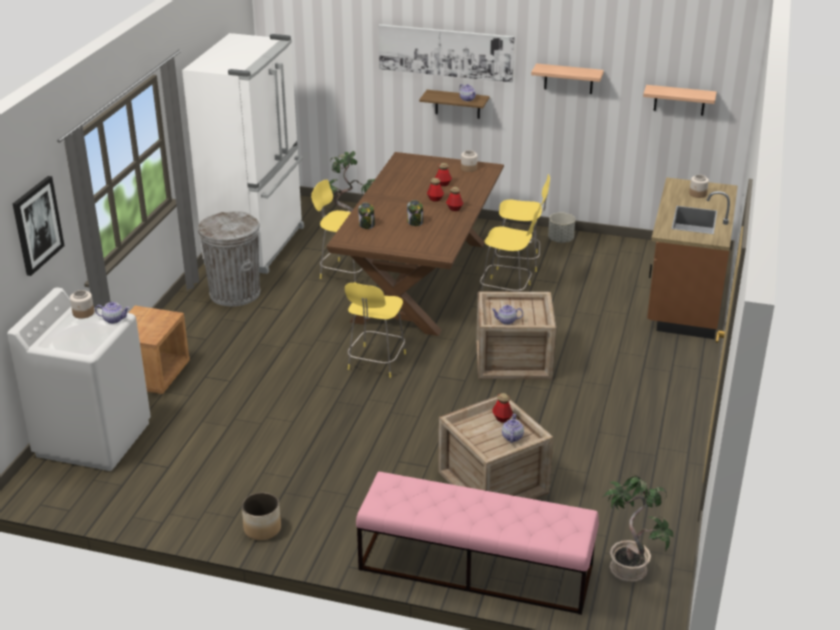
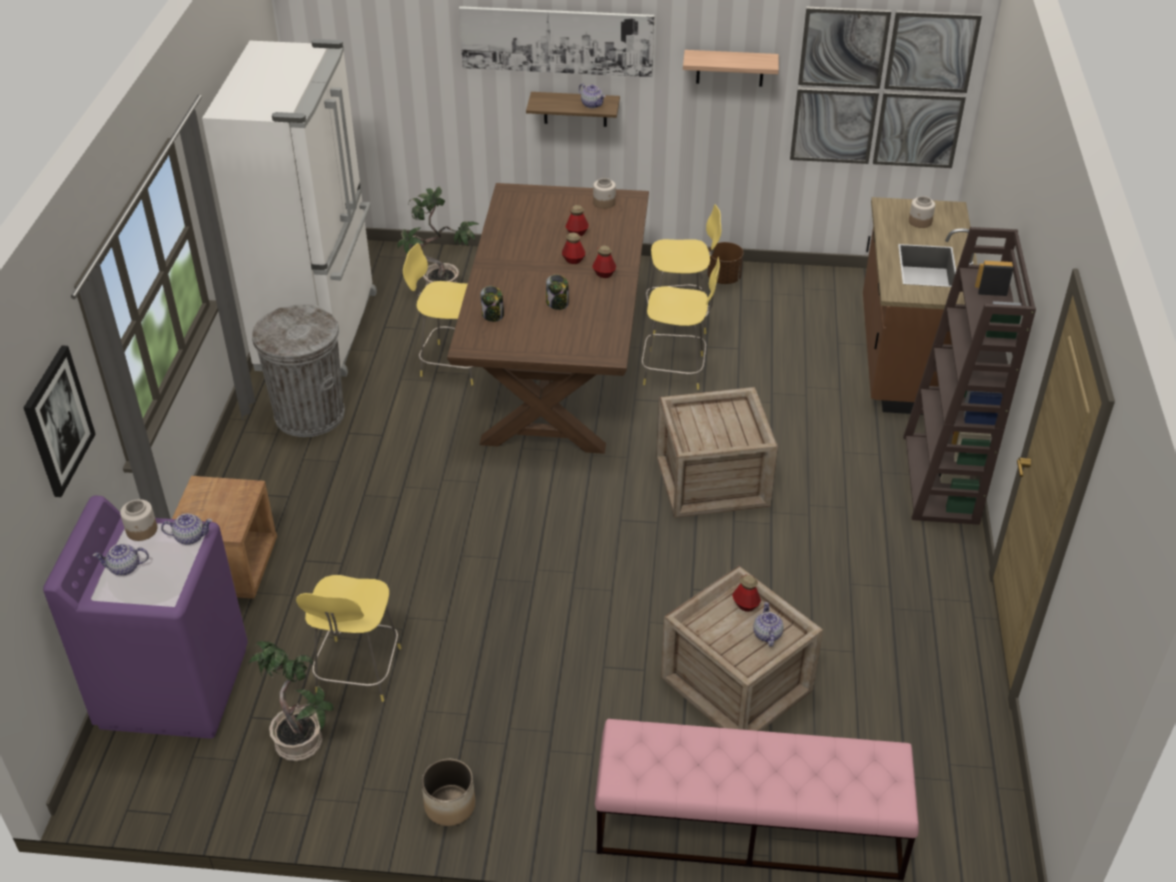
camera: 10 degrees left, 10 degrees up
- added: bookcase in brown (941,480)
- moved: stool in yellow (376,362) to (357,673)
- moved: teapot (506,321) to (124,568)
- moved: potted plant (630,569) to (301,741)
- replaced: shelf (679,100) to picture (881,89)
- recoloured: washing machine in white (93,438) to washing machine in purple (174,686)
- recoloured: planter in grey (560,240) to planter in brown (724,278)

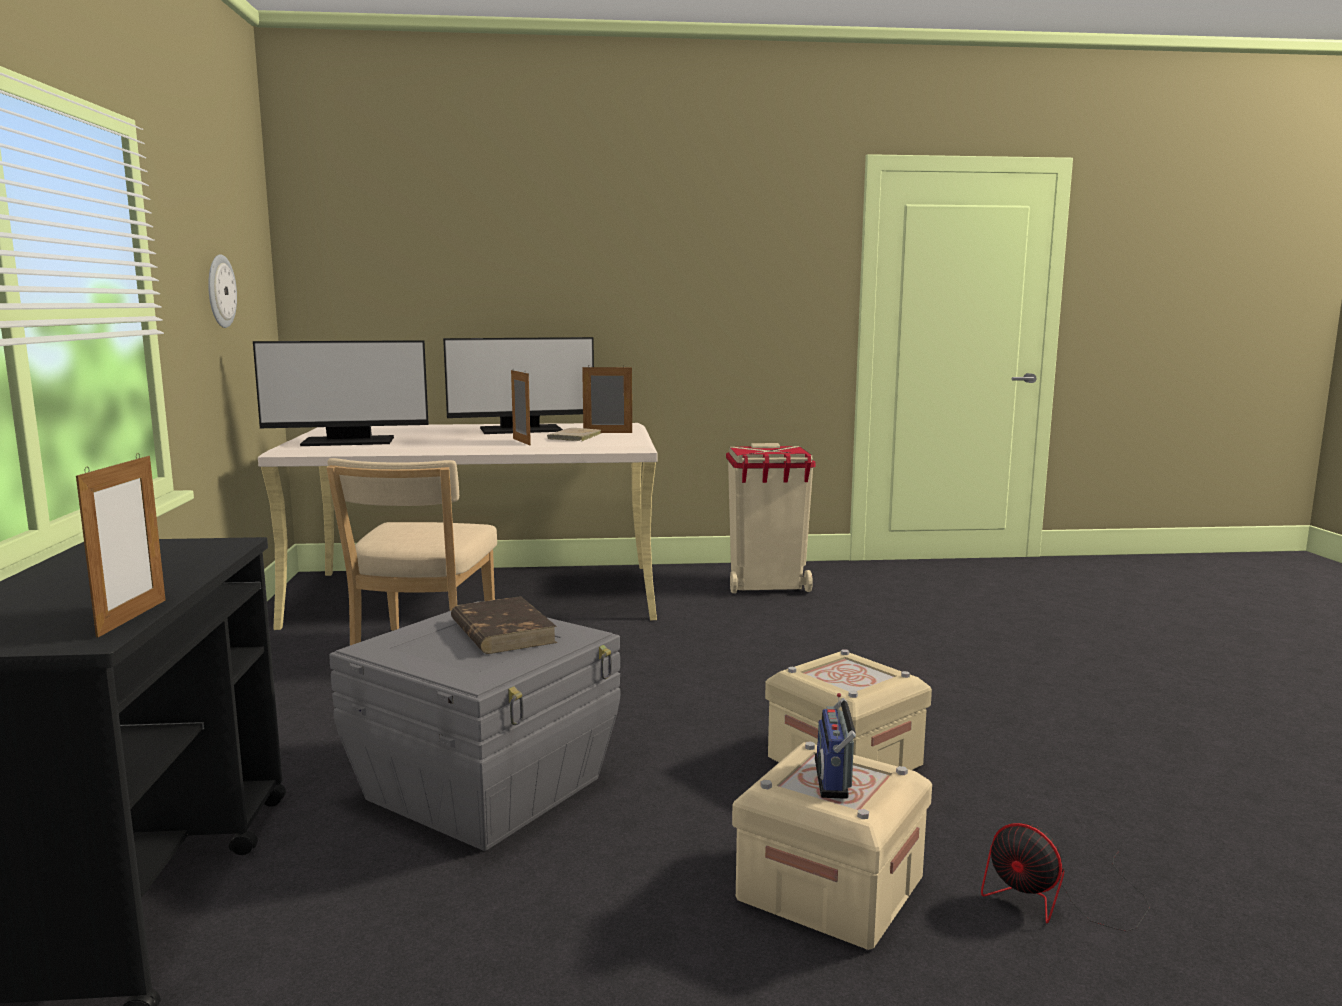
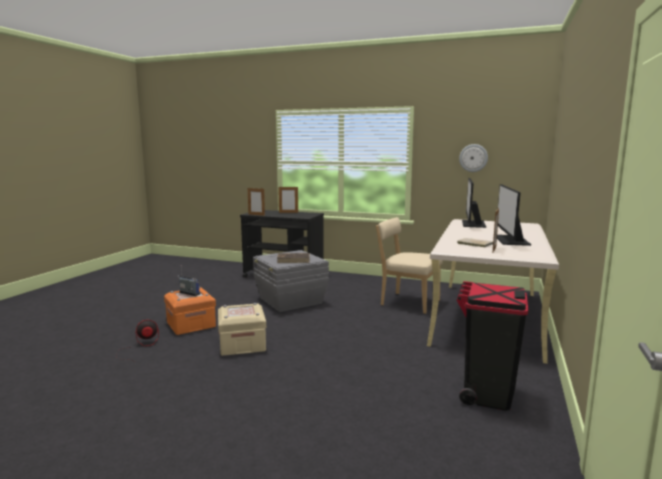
camera: 115 degrees right, 0 degrees up
- moved: picture frame (521,442) to (288,212)
- recoloured: trash can in beige (767,586) to trash can in black (486,393)
- recoloured: storage box in beige (830,889) to storage box in orange (191,324)

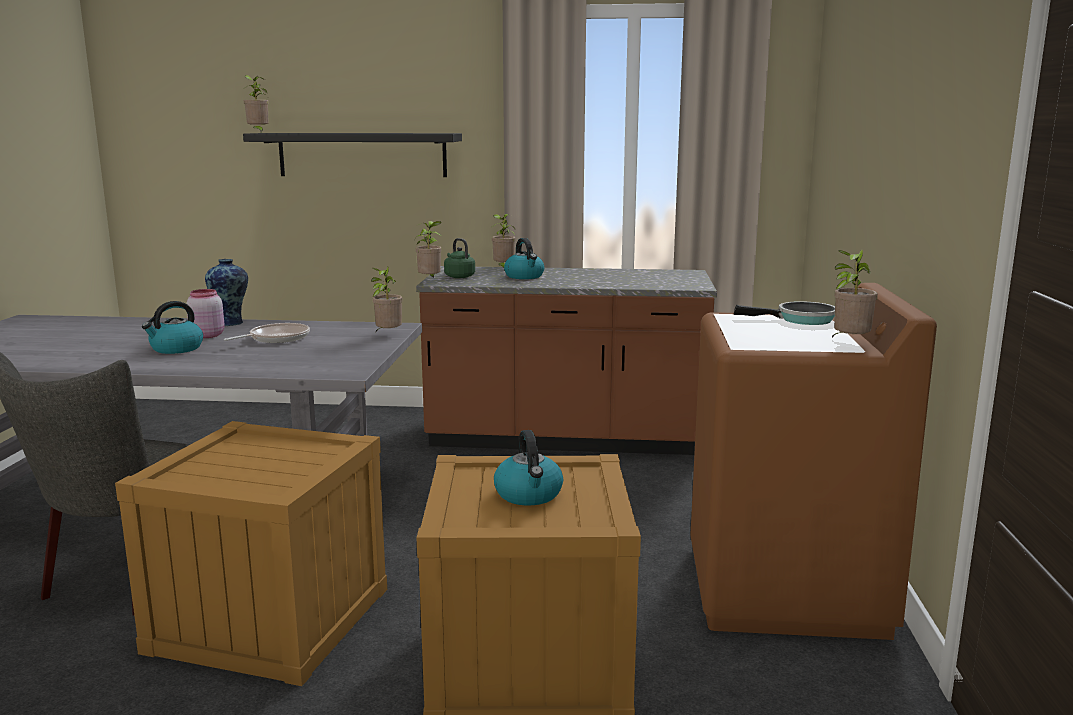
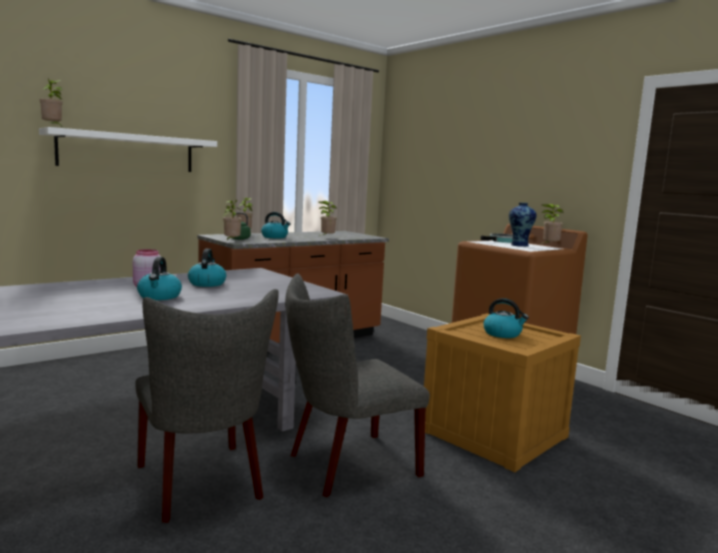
camera: 45 degrees left, 5 degrees down
- moved: vase (231,323) to (519,245)
- moved: potted plant (387,335) to (326,238)
- replaced: crate (270,619) to chair in grey (346,466)
- replaced: frying pan (276,338) to kettle (207,283)
- recoloured: shelf in black (362,154) to shelf in white (127,152)

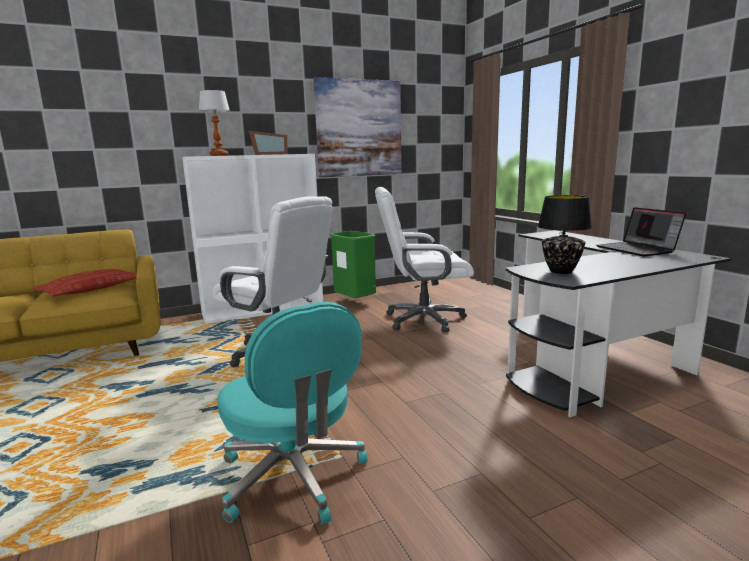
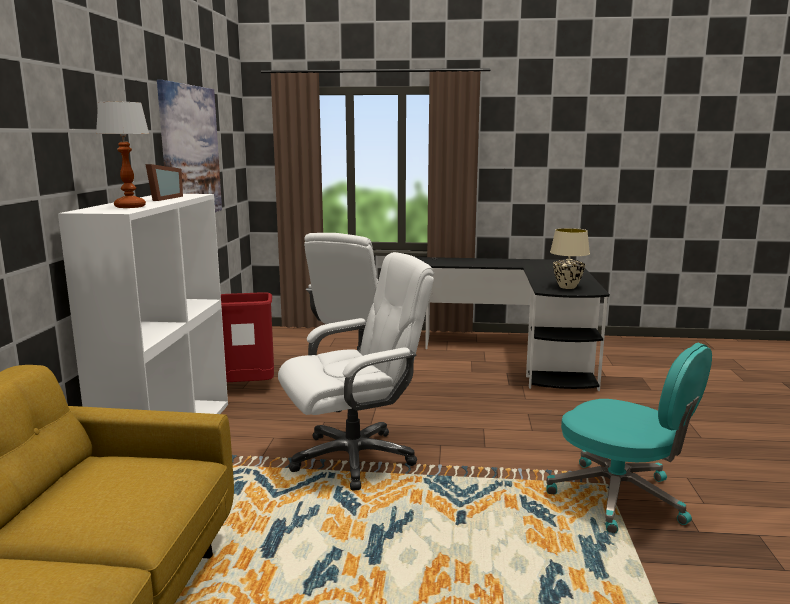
camera: 60 degrees left, 0 degrees up
- removed: pillow (92,289)
- removed: laptop (638,250)
- recoloured: trash can in green (355,302) to trash can in red (247,387)
- recoloured: table lamp in black (560,271) to table lamp in beige (567,287)
- turned: office chair in turquoise (293,478) = (620,498) 45 degrees clockwise

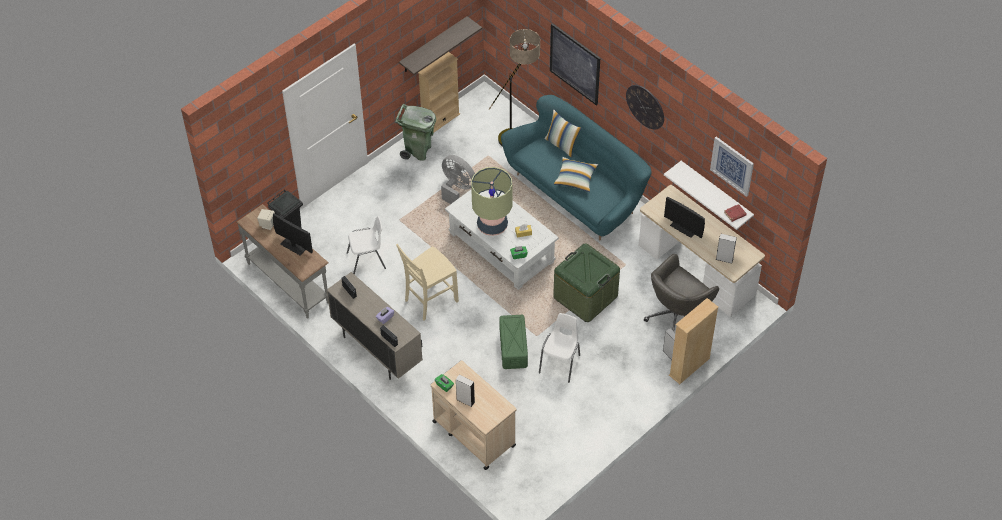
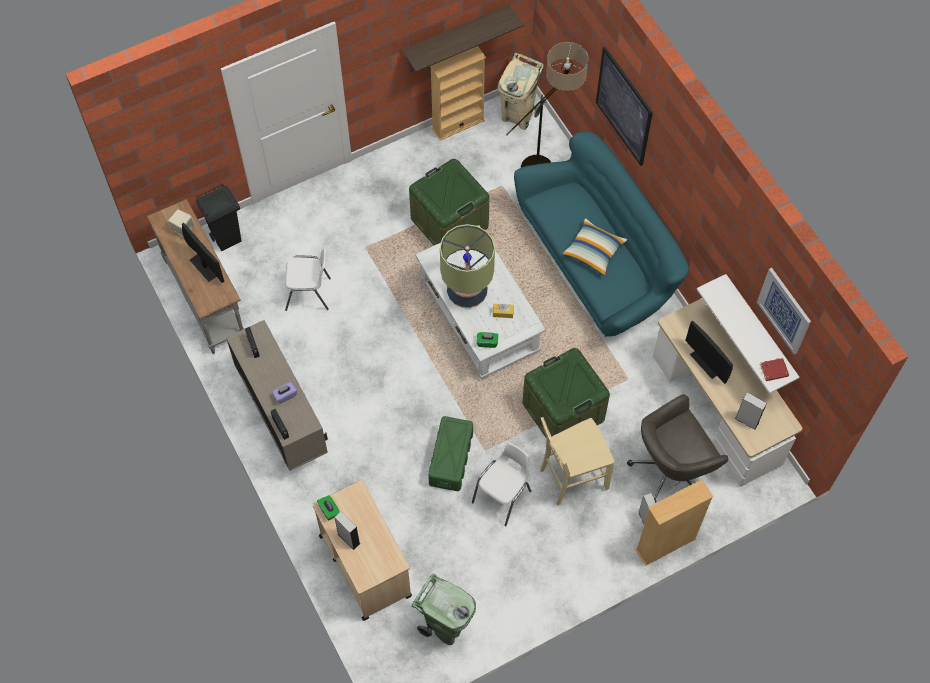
camera: 15 degrees right, 10 degrees up
- removed: pillow (562,145)
- removed: wall clock (645,106)
- added: trash can in beige (518,115)
- moved: trash can in green (418,151) to (446,625)
- moved: chair in beige (429,300) to (571,478)
- replaced: fan in grey (457,189) to storage box in green (449,222)

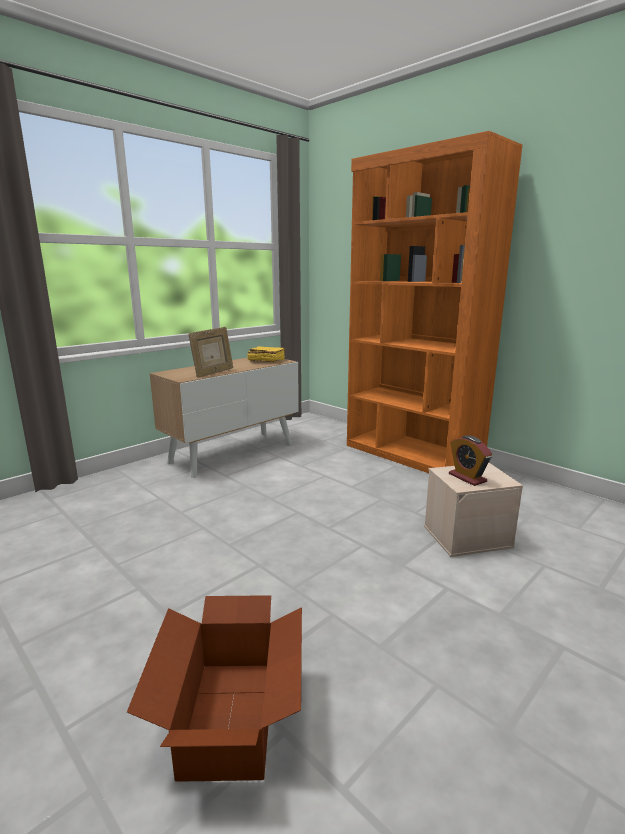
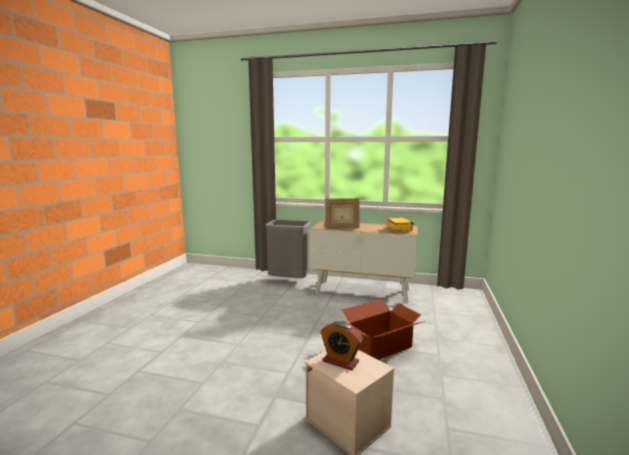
camera: 60 degrees right, 5 degrees down
- removed: bookcase in orange (411,455)
- added: trash can in grey (289,281)
- moved: cardboard box (232,715) to (381,347)
- turned: alarm clock (467,478) = (340,361) 90 degrees counterclockwise

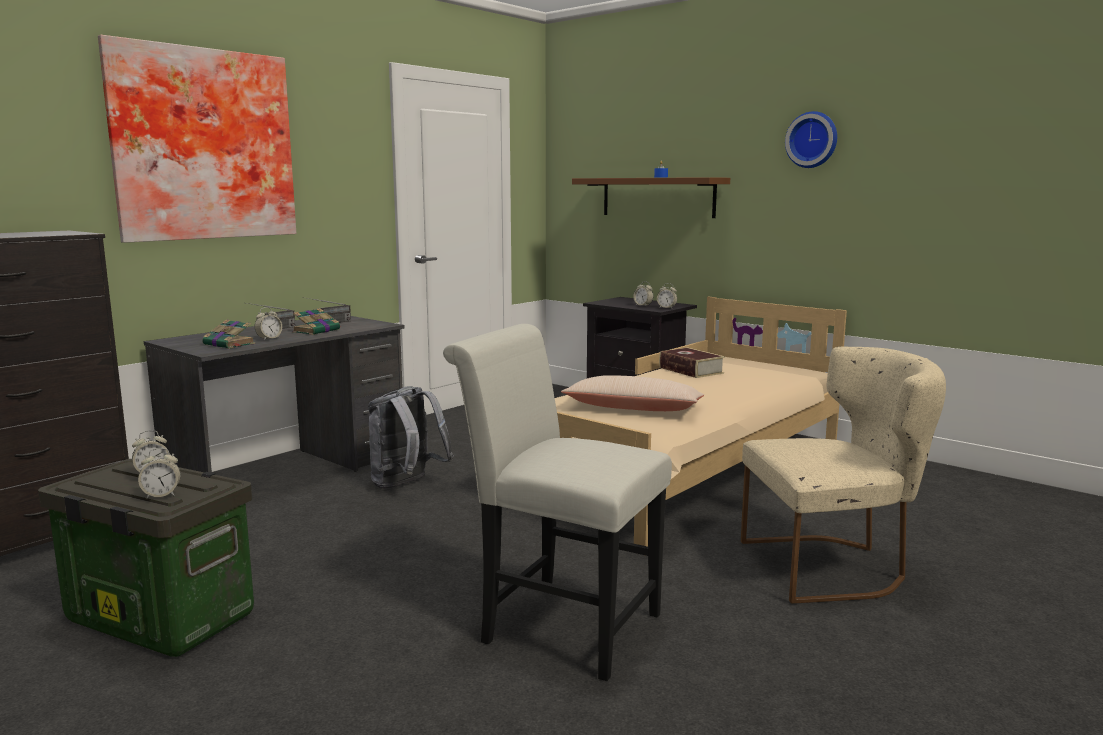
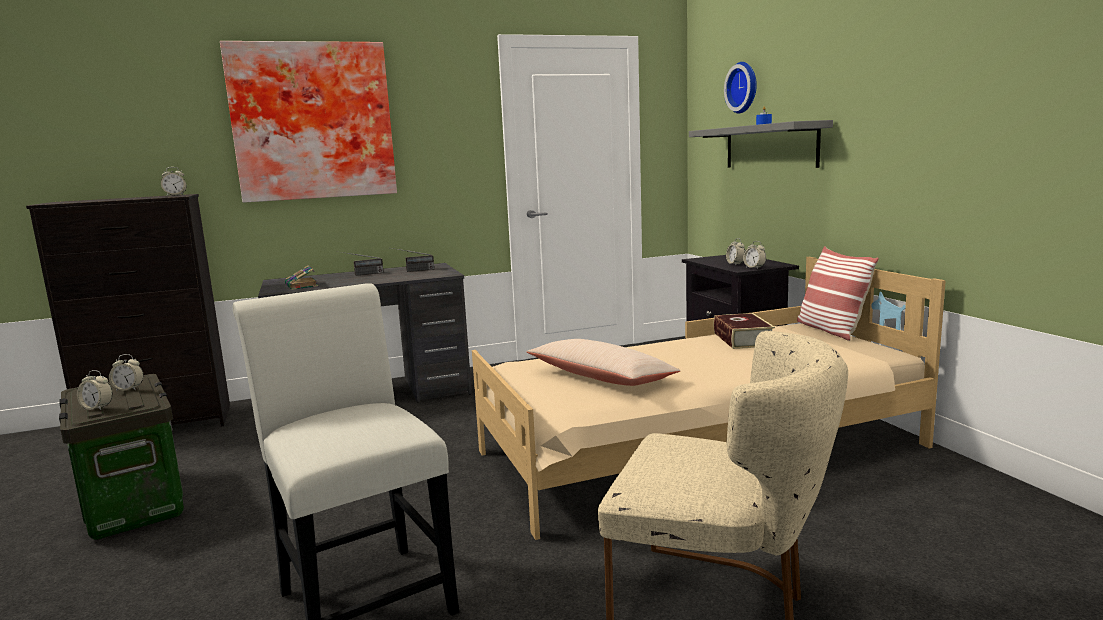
camera: 30 degrees right, 0 degrees up
- removed: book (317,331)
- removed: backpack in grey (407,485)
- added: pillow (830,330)
- moved: alarm clock (269,339) to (175,195)
- moved: wall clock (812,140) to (744,87)
- recoloured: shelf in brown (657,197) to shelf in grey (770,146)

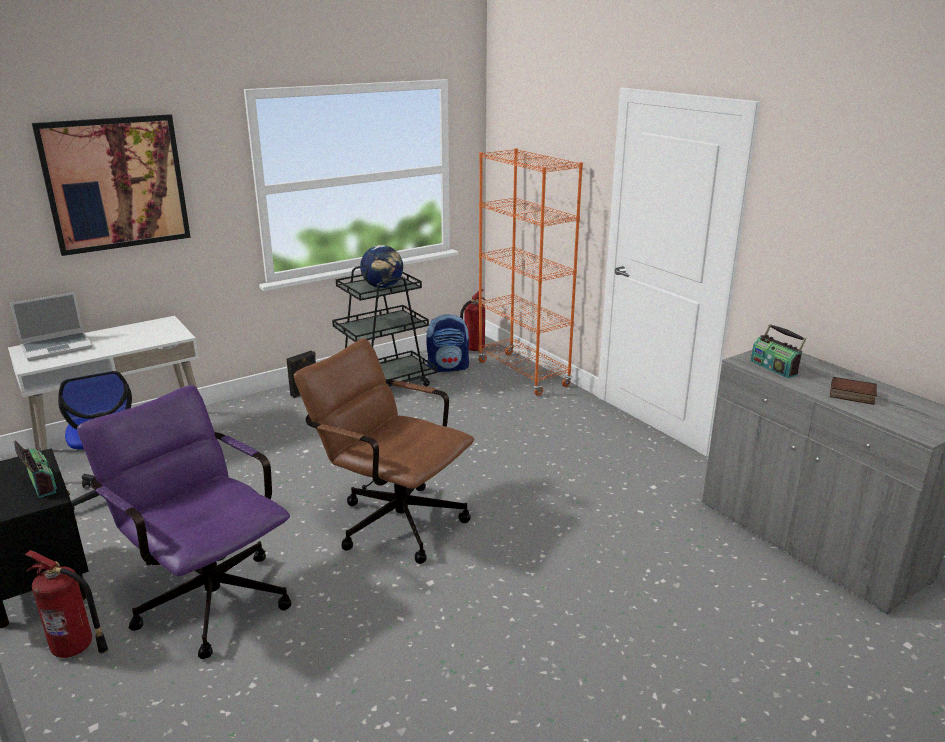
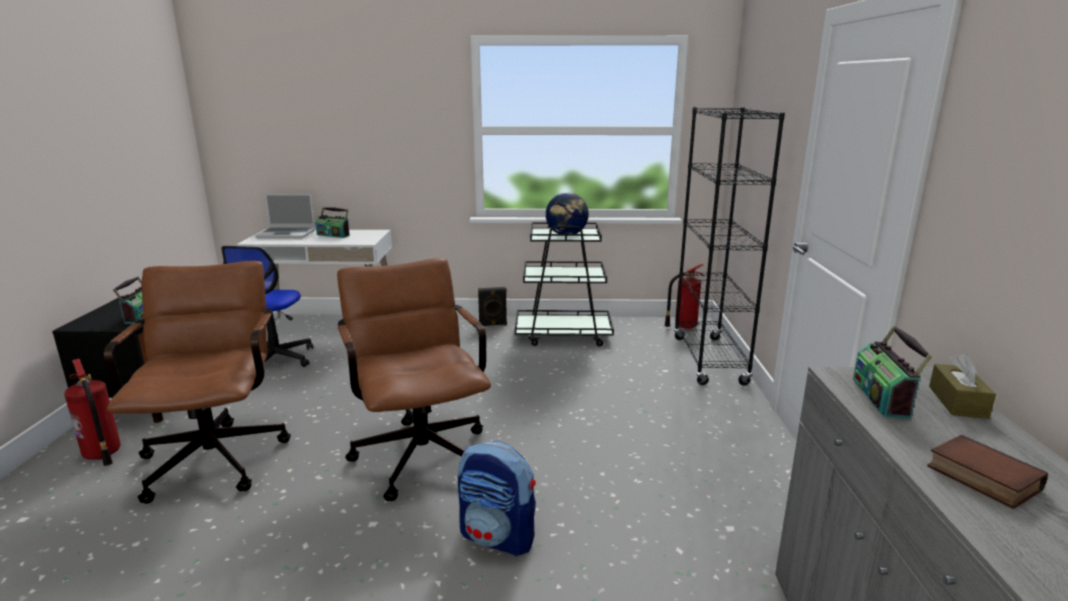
camera: 35 degrees right, 5 degrees down
- removed: picture (116,183)
- added: radio (333,235)
- added: tissue box in brown (957,402)
- moved: backpack (448,367) to (498,537)
- recoloured: office chair in purple (207,595) to office chair in brown (217,454)
- recoloured: bookcase in orange (523,374) to bookcase in black (709,360)

